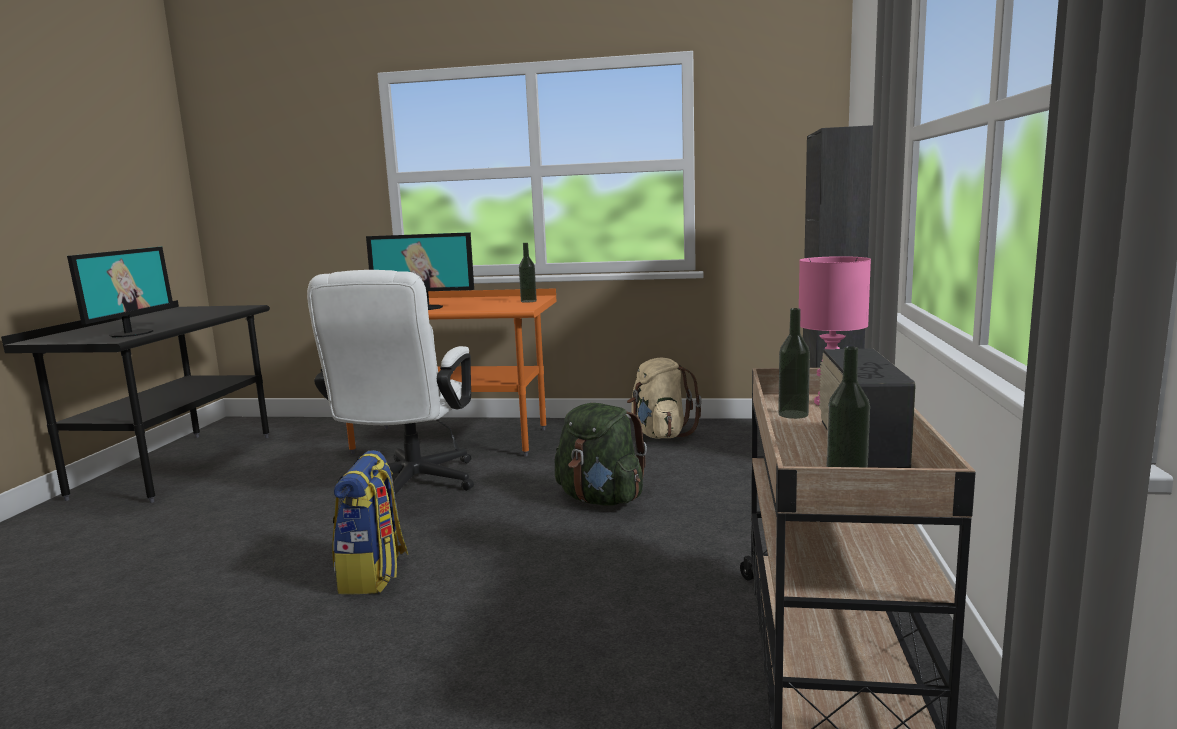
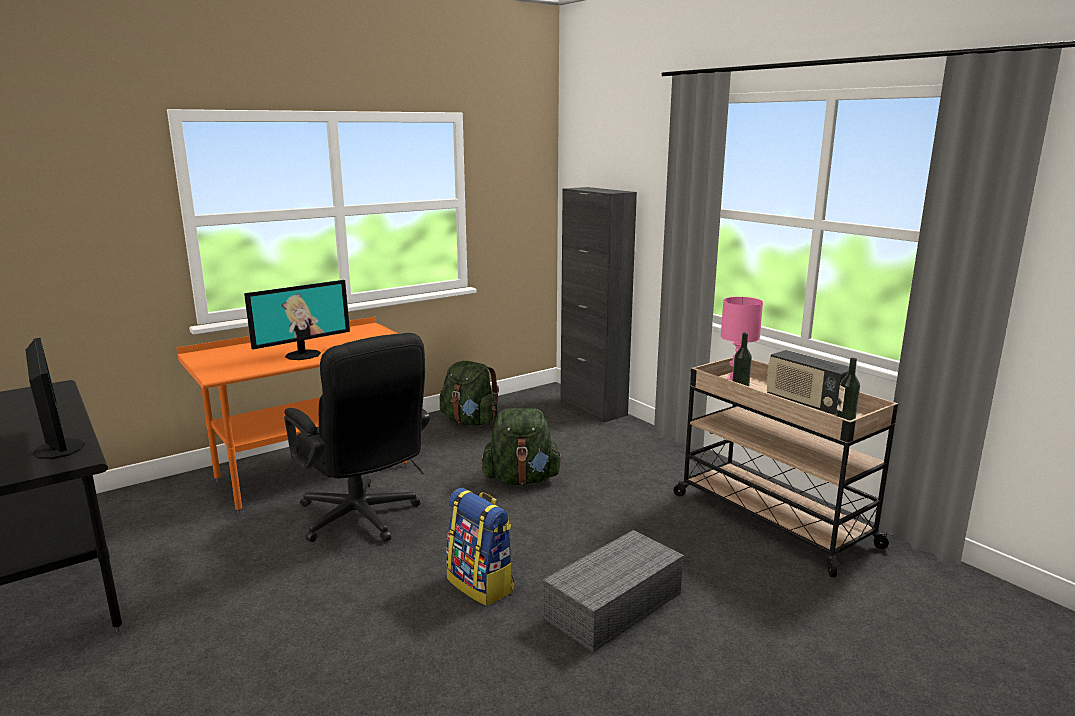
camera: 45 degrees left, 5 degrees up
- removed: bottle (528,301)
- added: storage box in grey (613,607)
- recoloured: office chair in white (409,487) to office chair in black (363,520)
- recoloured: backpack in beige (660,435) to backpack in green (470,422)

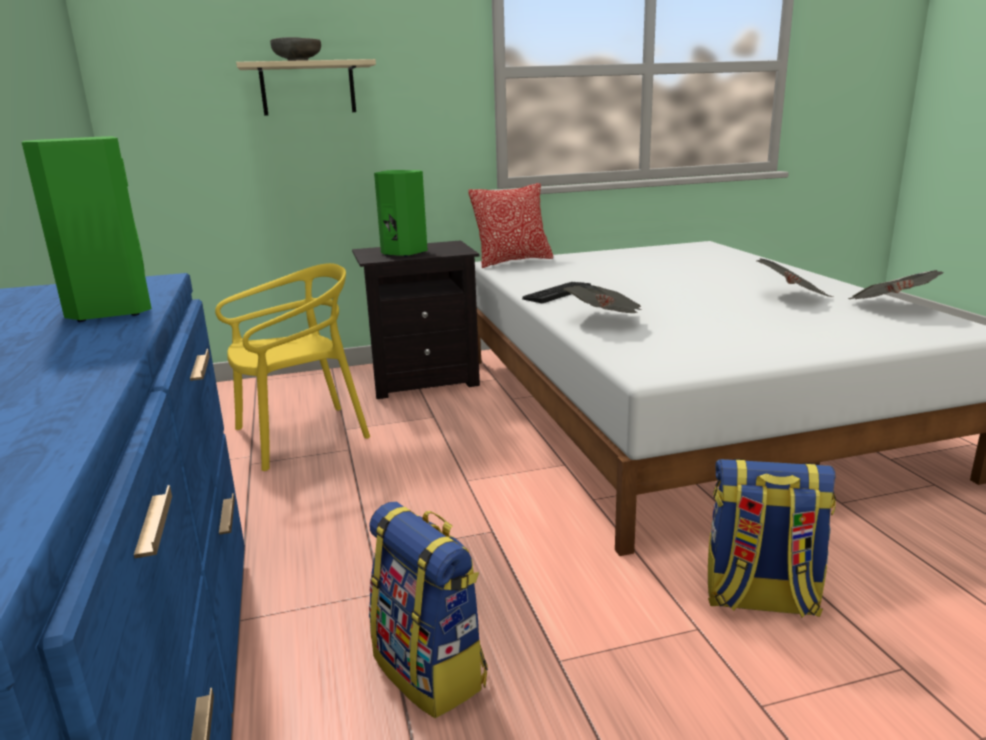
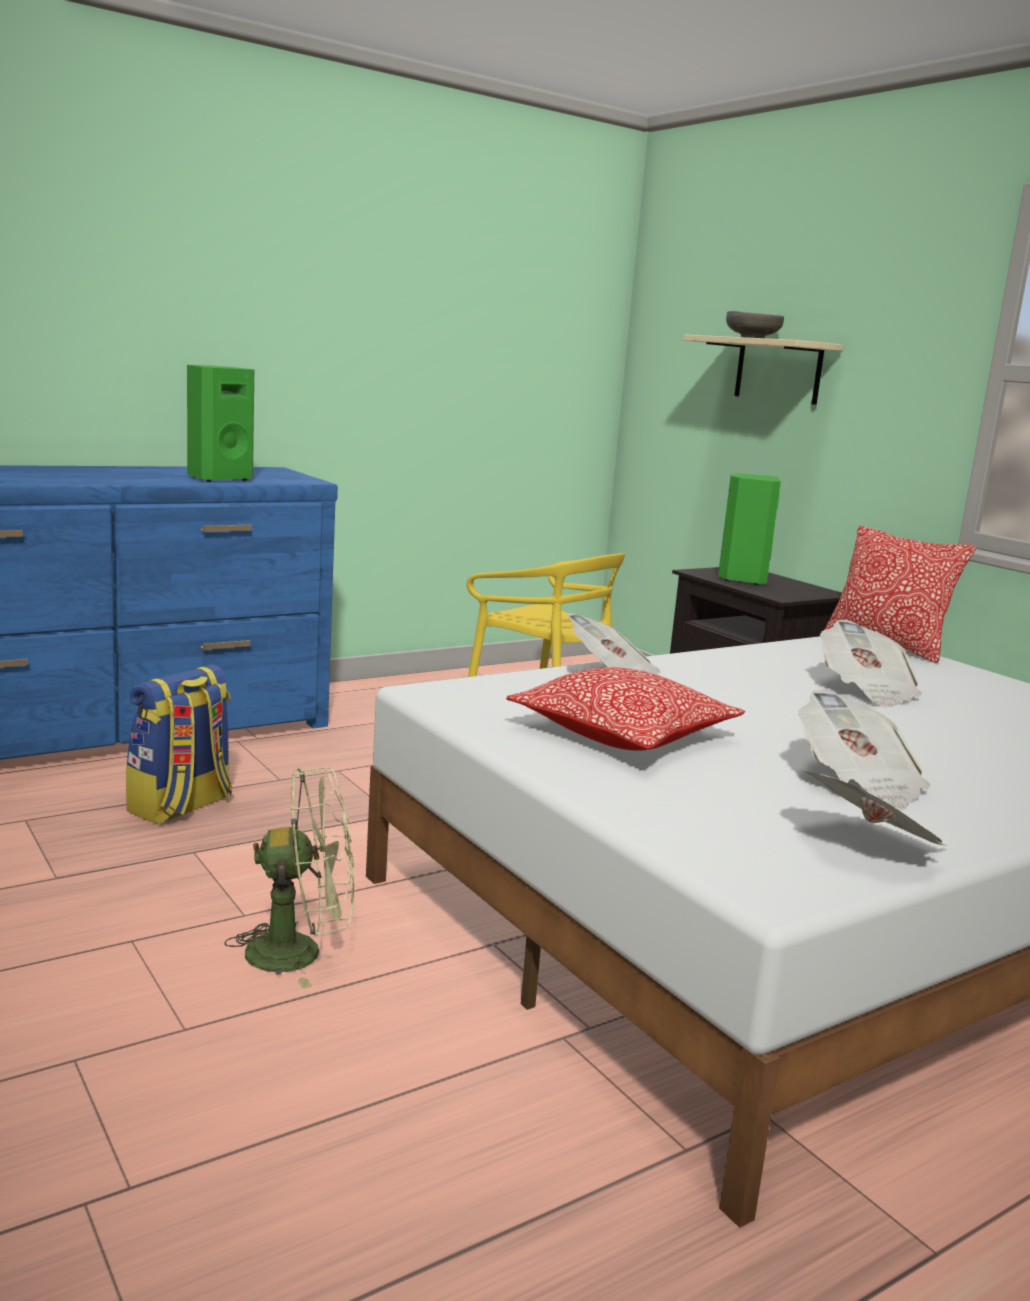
camera: 70 degrees right, 5 degrees down
- removed: keyboard (556,293)
- added: pillow (623,735)
- added: newspaper (865,691)
- replaced: backpack (760,599) to fan in green (300,952)

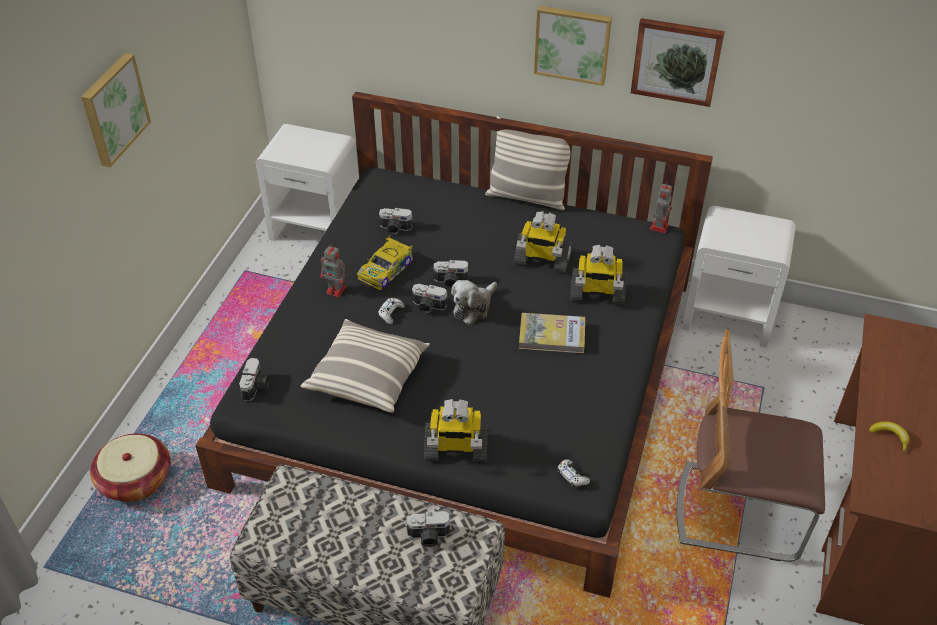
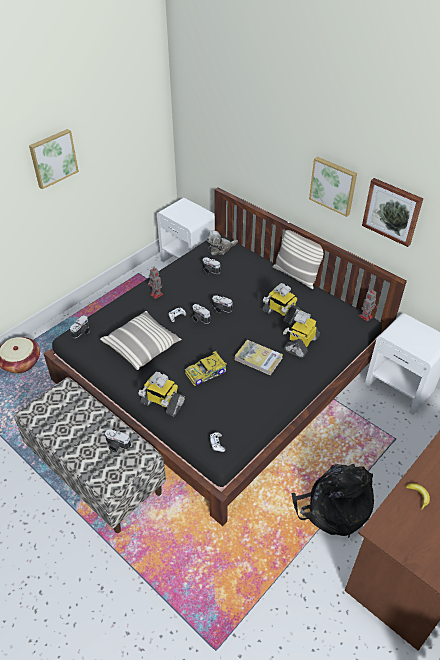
camera: 25 degrees right, 0 degrees up
- moved: toy car (386,269) to (206,372)
- moved: plush toy (473,307) to (220,248)
- replaced: chair (739,512) to backpack in black (333,508)
- turned: toy robot (597,294) = (301,343) 90 degrees clockwise

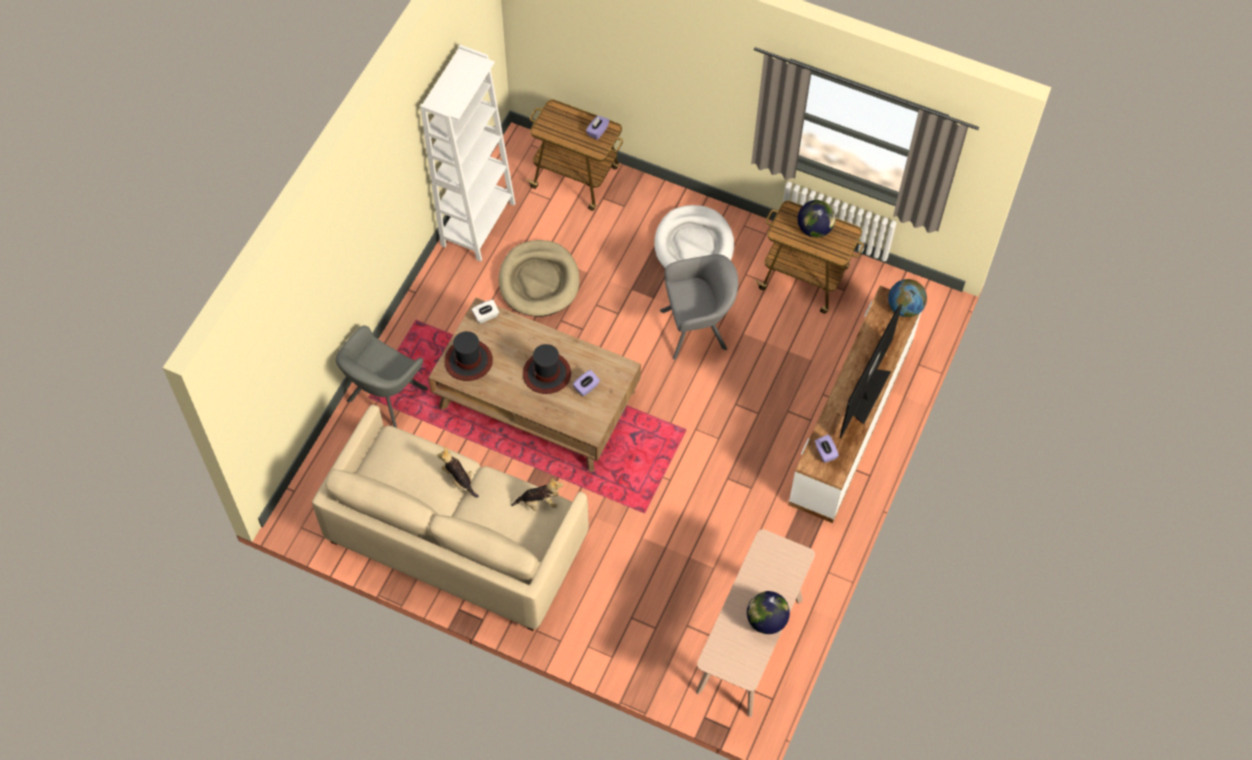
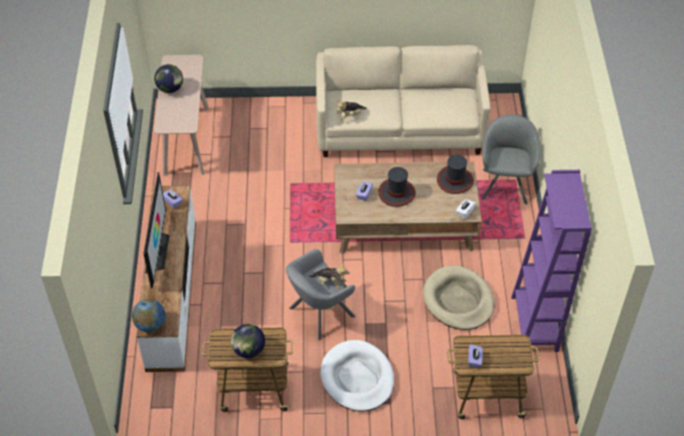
camera: 155 degrees right, 10 degrees down
- moved: plush toy (459,479) to (330,282)
- recoloured: bookcase in white (478,224) to bookcase in purple (534,324)

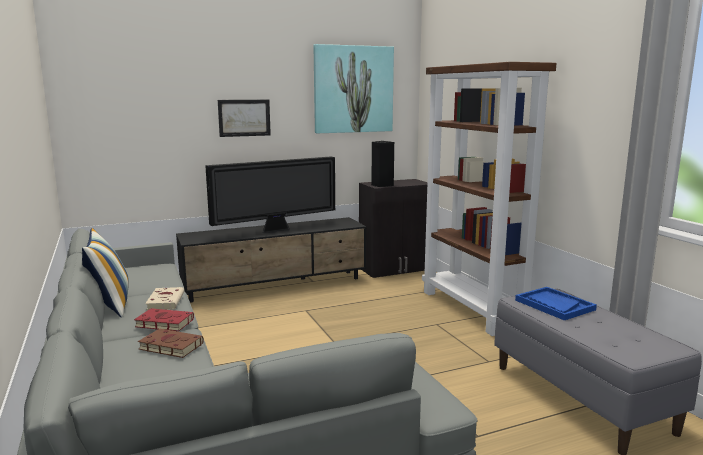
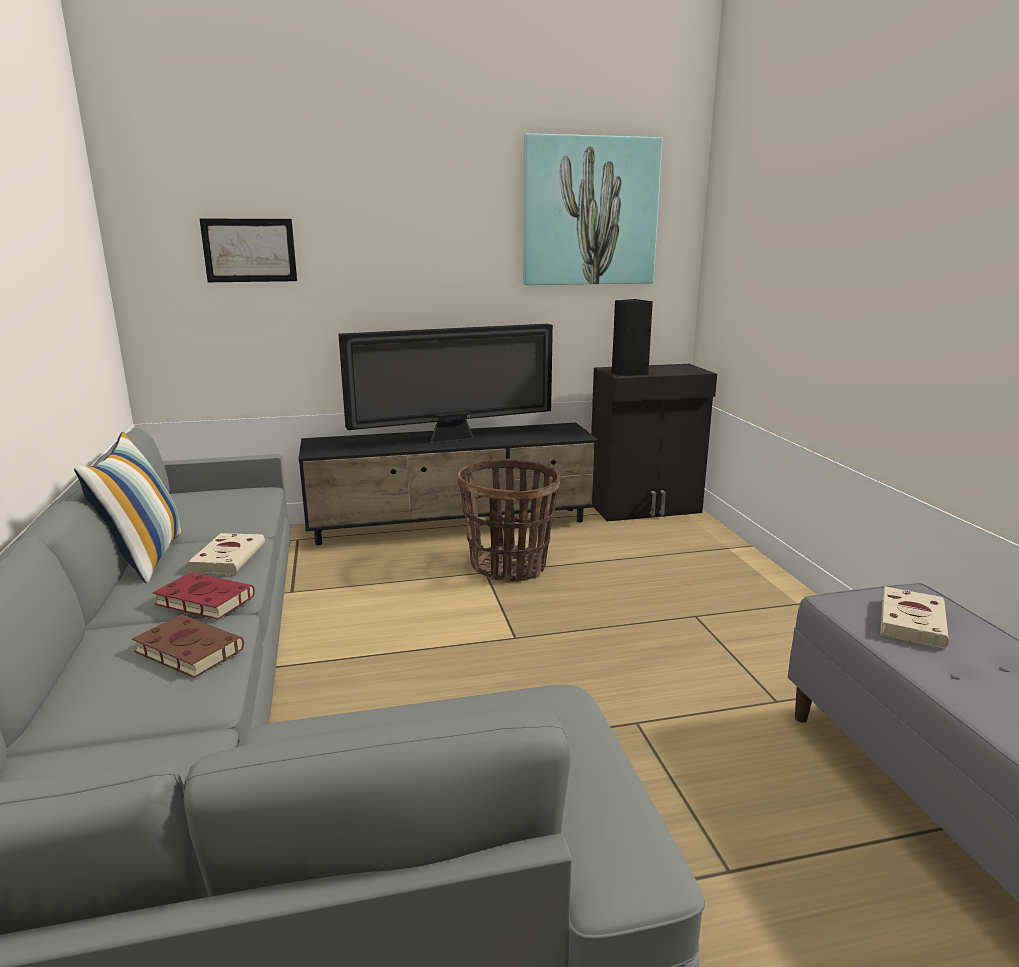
camera: 10 degrees right, 5 degrees up
- removed: bookcase in brown (473,309)
- added: basket (509,566)
- moved: picture (244,118) to (249,250)
- replaced: tray in blue (554,305) to book in beige (911,621)

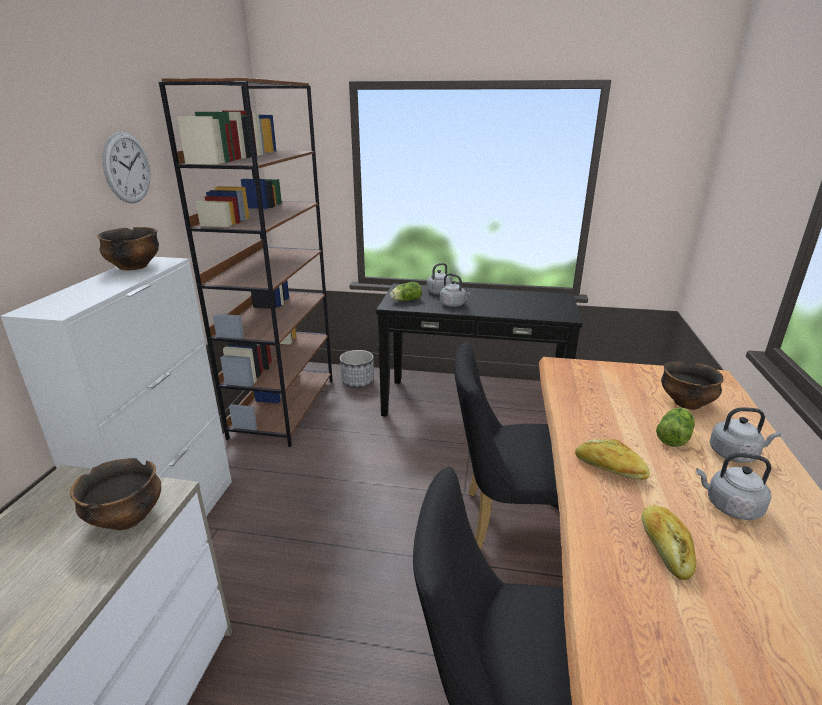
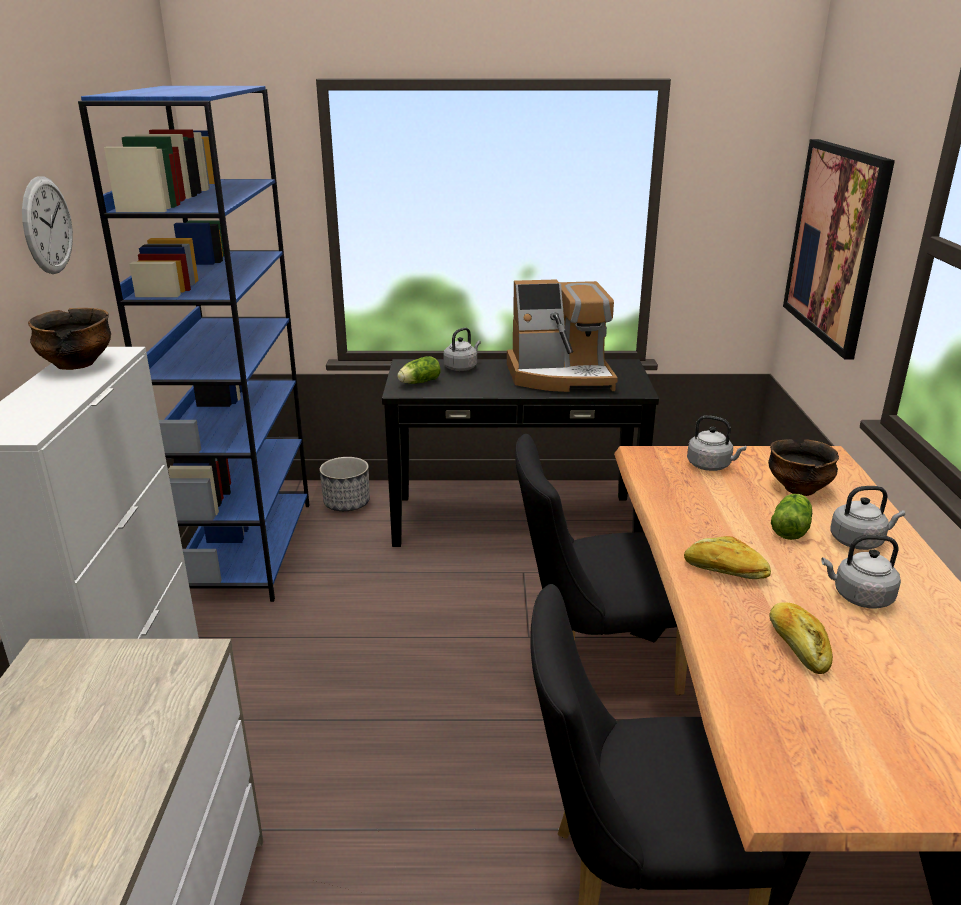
camera: 10 degrees left, 0 degrees up
- removed: bowl (127,517)
- added: coffee machine (560,376)
- added: picture (835,243)
- moved: kettle in grey (453,304) to (711,466)
- recoloured: bookcase in brown (283,407) to bookcase in blue (247,548)

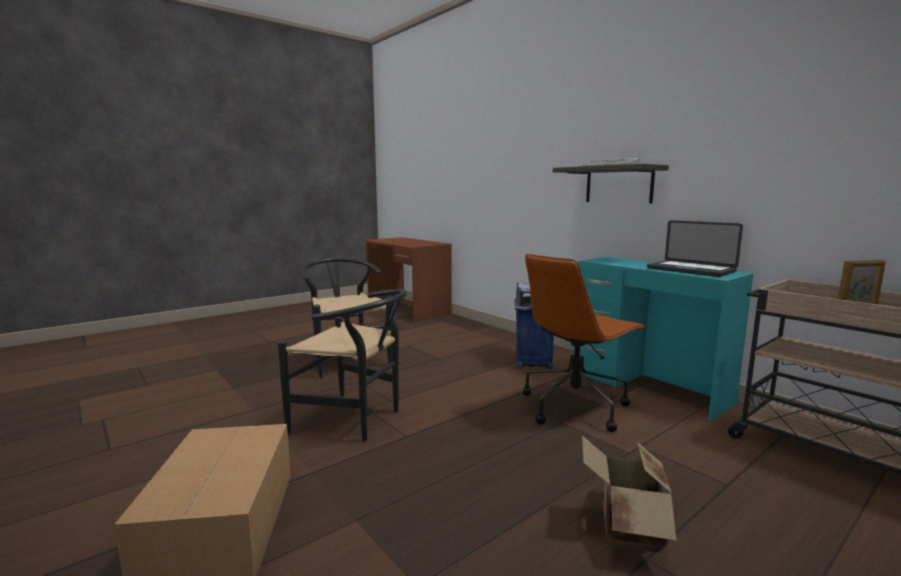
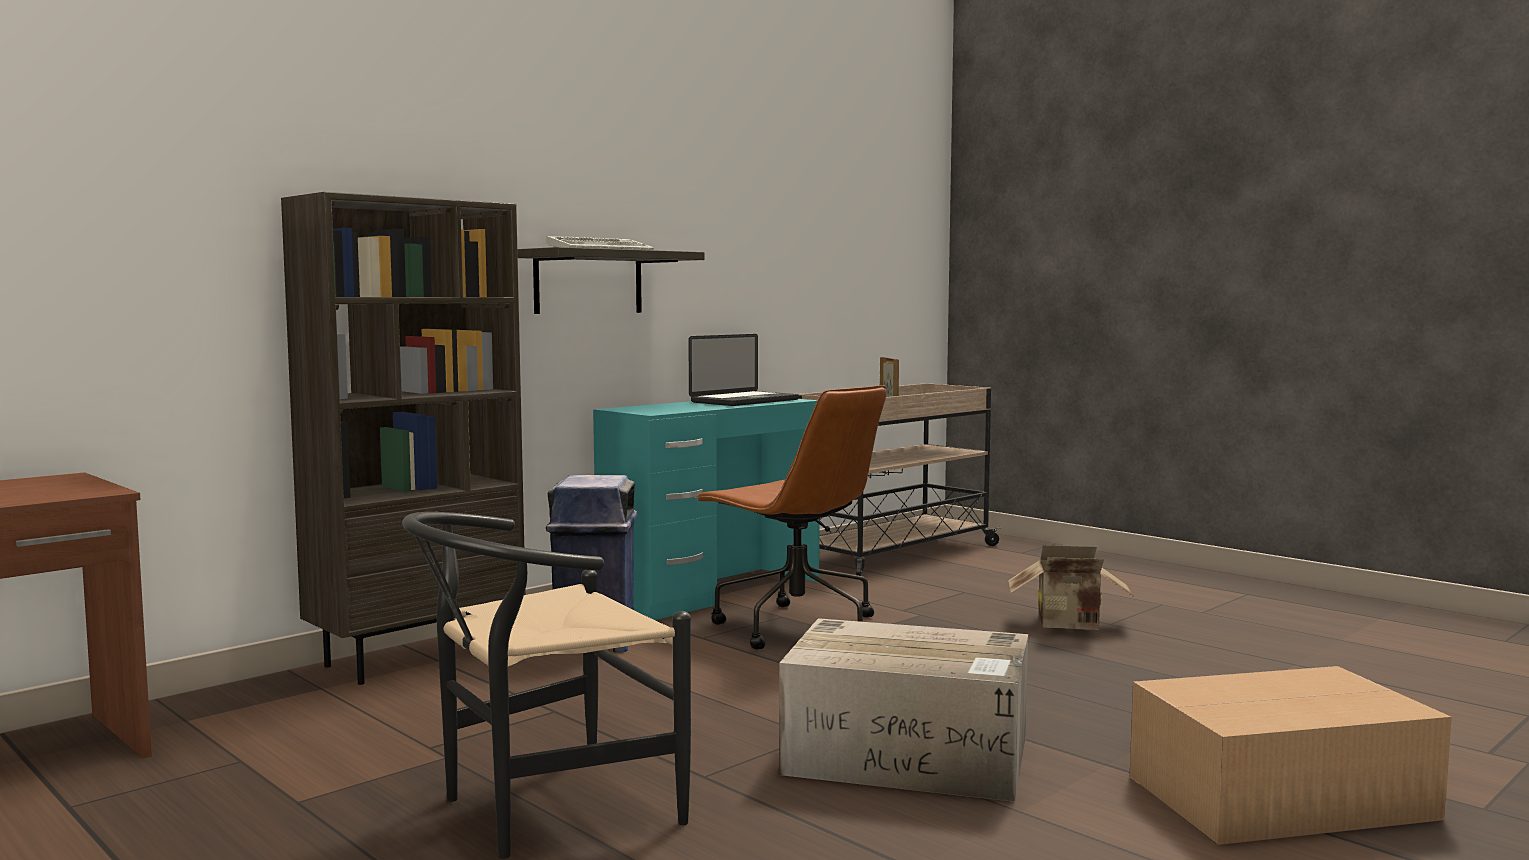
camera: 95 degrees left, 5 degrees down
- added: bookcase in brown (418,657)
- replaced: chair in black (355,420) to cardboard box (911,756)

